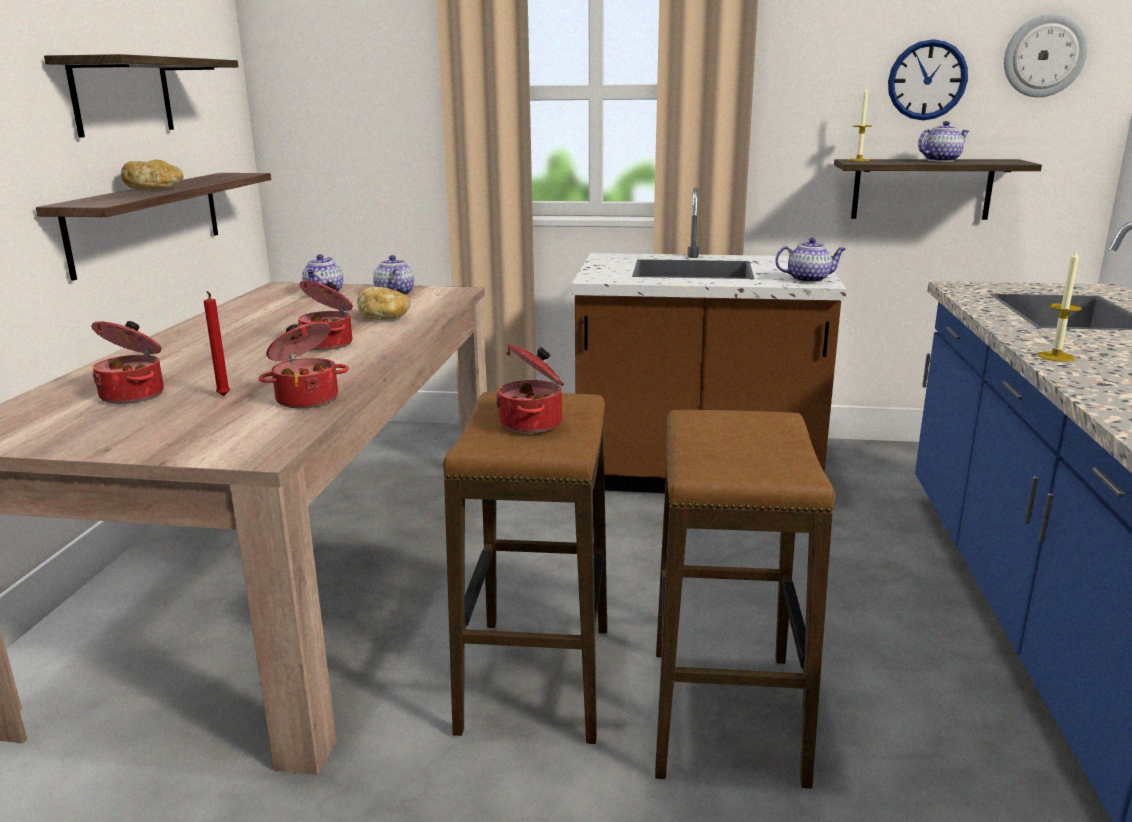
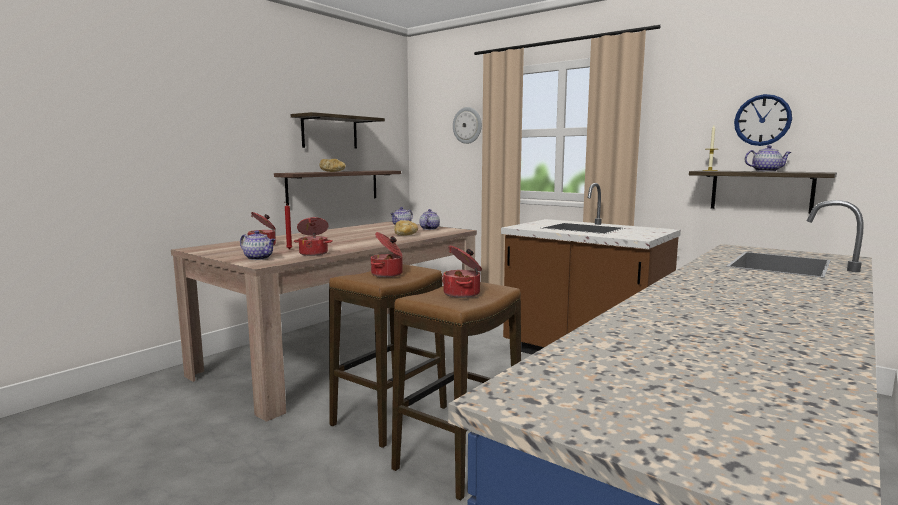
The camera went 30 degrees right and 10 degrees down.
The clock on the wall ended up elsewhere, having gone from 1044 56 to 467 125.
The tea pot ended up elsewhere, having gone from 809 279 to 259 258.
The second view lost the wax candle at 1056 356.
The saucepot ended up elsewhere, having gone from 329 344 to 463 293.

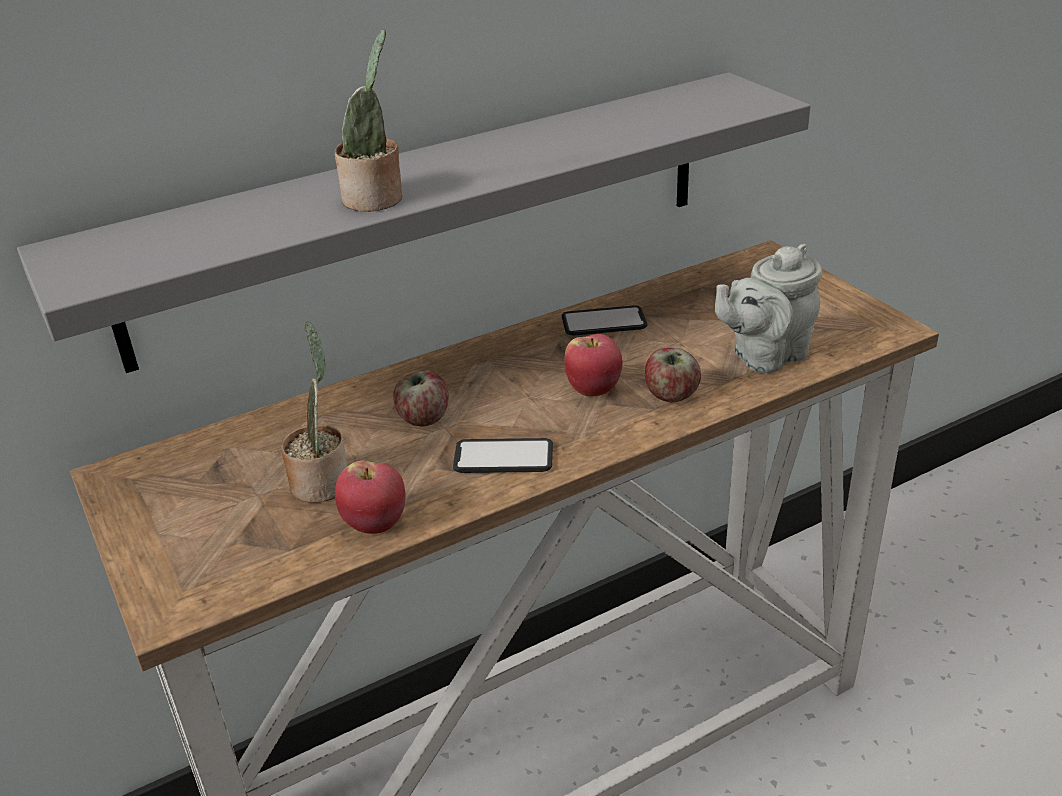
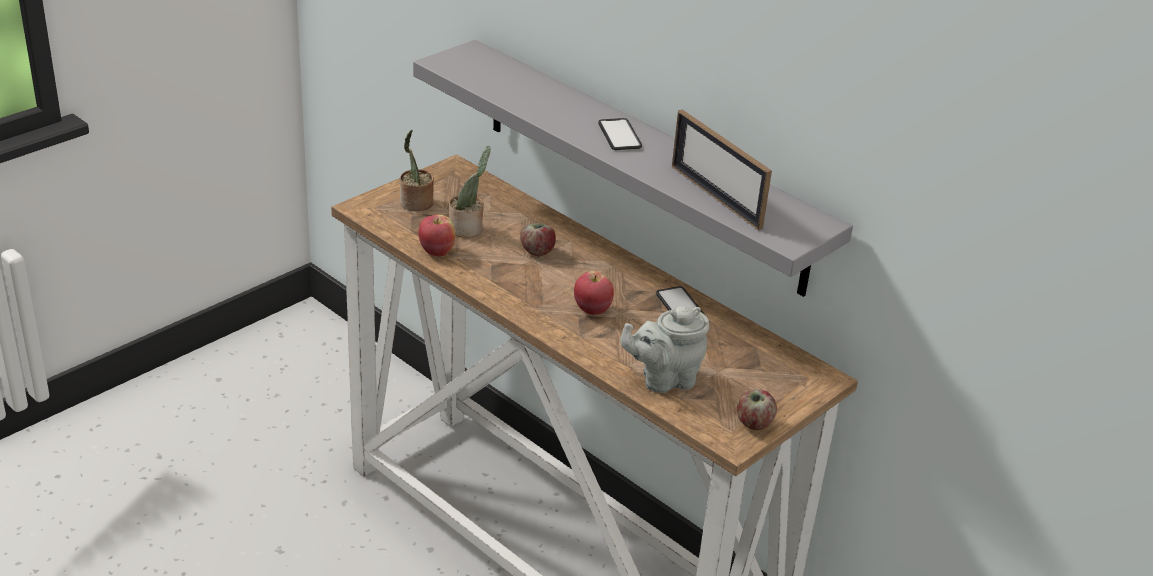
The camera went 70 degrees right and 0 degrees up.
The houseplant ended up elsewhere, having gone from 376 200 to 415 204.
The tea pot (greyish) at 765 356 ended up facing another way, 60 degrees counterclockwise from before.
The whole apple ended up elsewhere, having gone from 671 396 to 753 424.
The telephone ended up elsewhere, having gone from 503 457 to 619 135.
The second view gained the picture frame at 715 196.

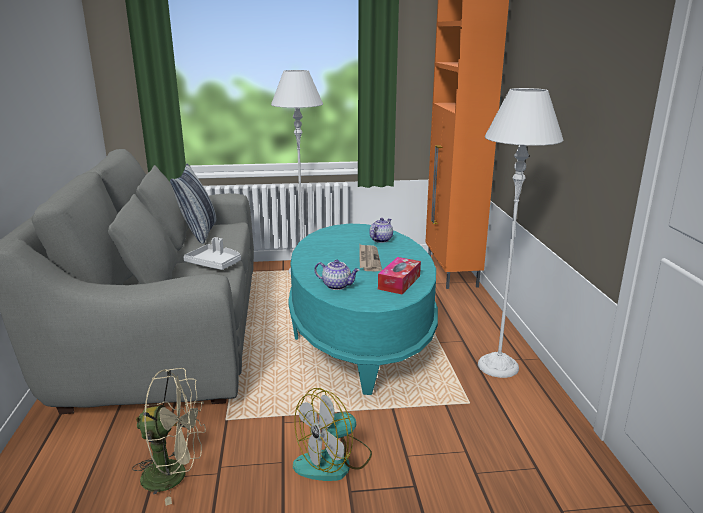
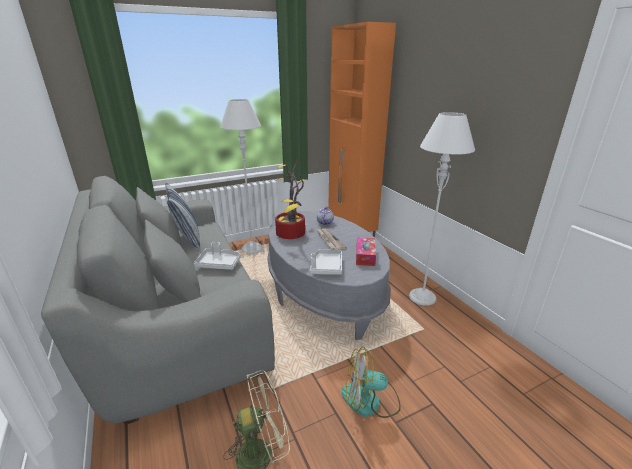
The camera went 20 degrees left and 5 degrees up.
What was the lounge table (blue-green) at 361 334 turned into the lounge table (greyish) at 323 291.
Where the tea pot stood at 337 286, the carrying tray (greyish) came to stand at 326 267.
The electric fan at 333 461 ended up facing another way, 60 degrees clockwise from before.
The second view gained the houseplant at 292 235.

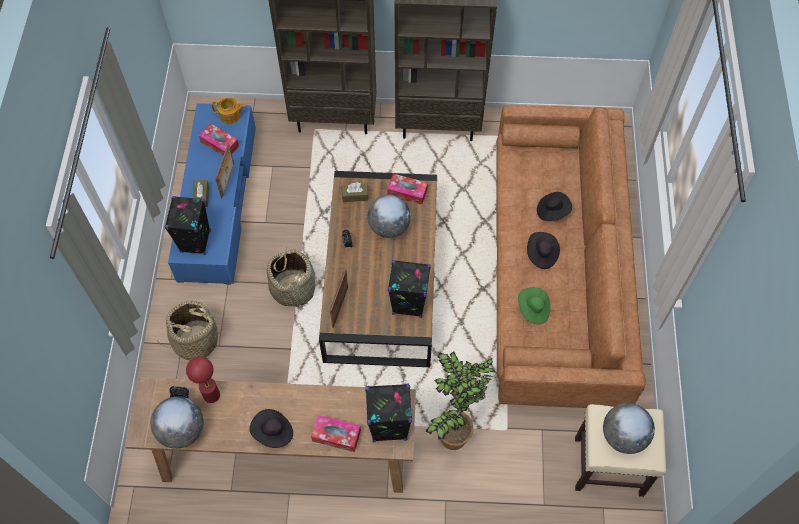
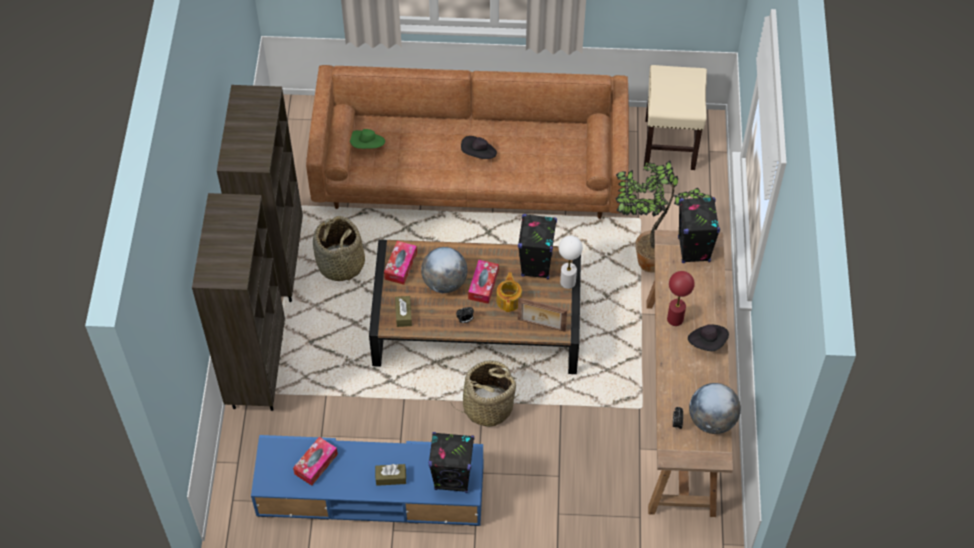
The camera went 90 degrees left and 5 degrees down.
The tea pot ended up elsewhere, having gone from 230 116 to 509 300.
The second view lost the picture frame at 228 180.
The second view lost the hat (black) at 552 211.
The hat (green-coloured) ended up elsewhere, having gone from 533 310 to 367 145.
The storage basket ended up elsewhere, having gone from 195 341 to 340 264.
The lamp for a table (red) ended up elsewhere, having gone from 211 395 to 675 319.
The second view lost the globe at 623 436.
The tissue holder ended up elsewhere, having gone from 336 435 to 483 285.
The second view gained the lamp for a table (white) at 568 282.

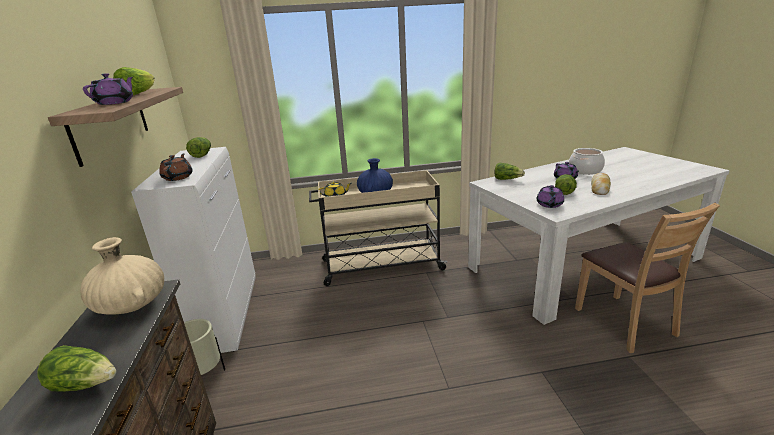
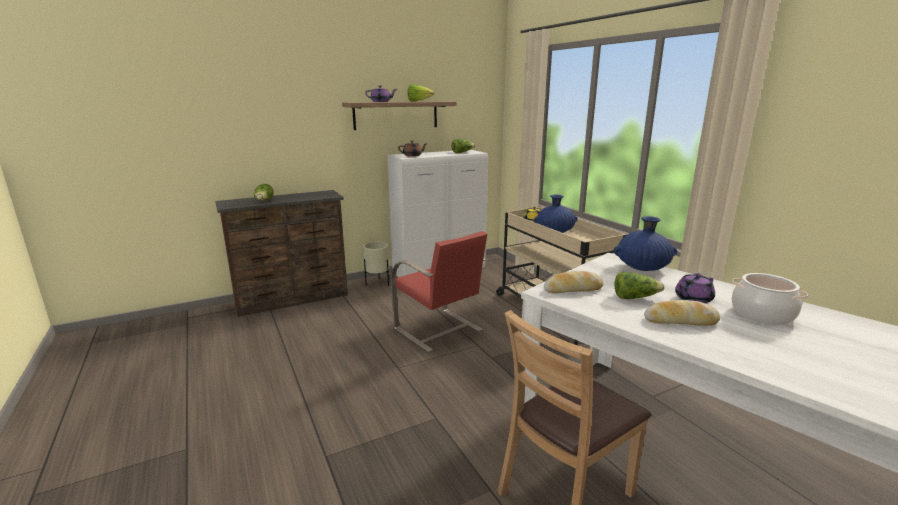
The camera went 70 degrees right and 5 degrees down.
Where the head of lettuce stood at 507 179, the decorative vase (bluish) came to stand at 642 268.
Where the tea pot (purple-coloured) stood at 549 205, the bakery bread came to stand at 573 289.
The second view lost the decorative vase (beige) at 131 305.
The second view gained the upright chair (red) at 439 330.

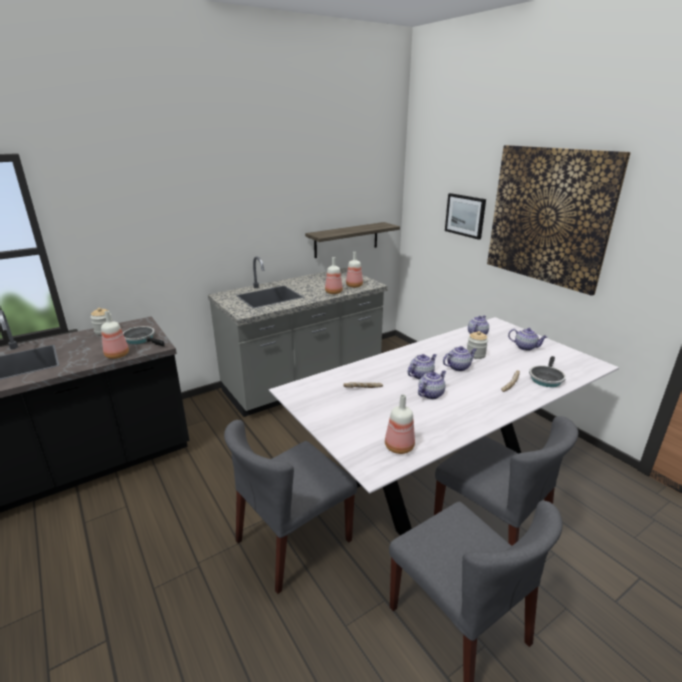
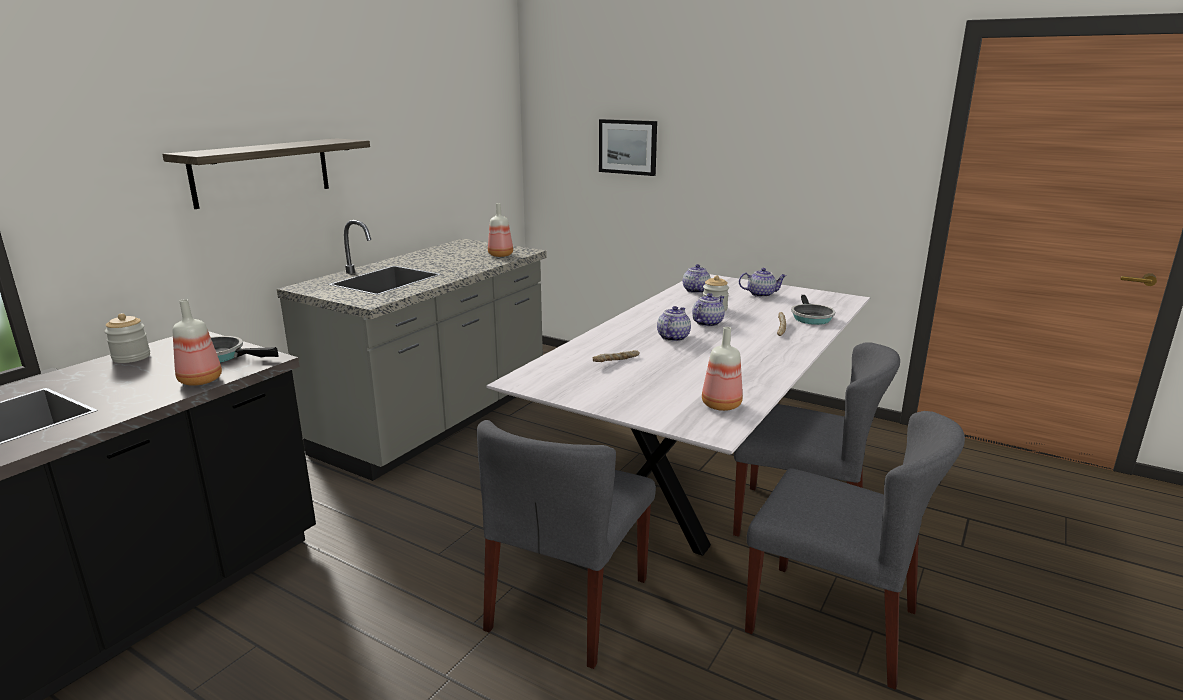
The camera went 25 degrees left and 5 degrees down.
The second view lost the picture at 549 216.
The shelf ended up elsewhere, having gone from 346 240 to 262 171.
The second view lost the drink bottle at 333 292.
The second view lost the tea pot at 431 394.

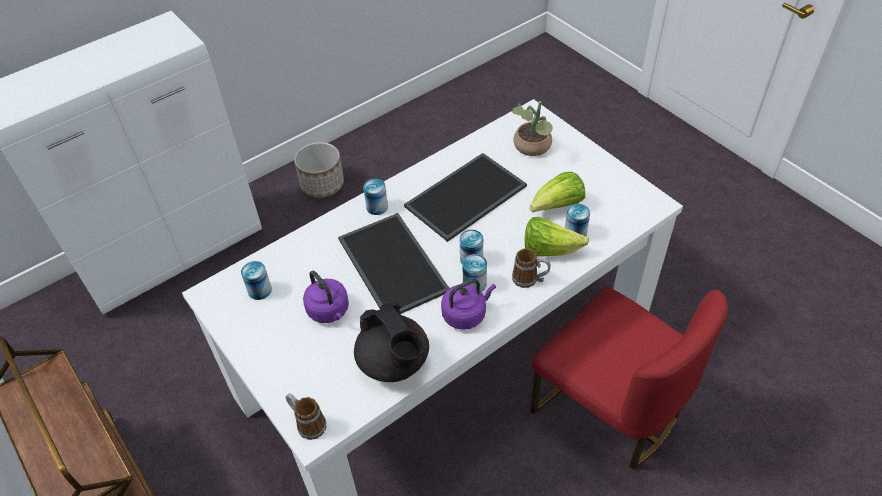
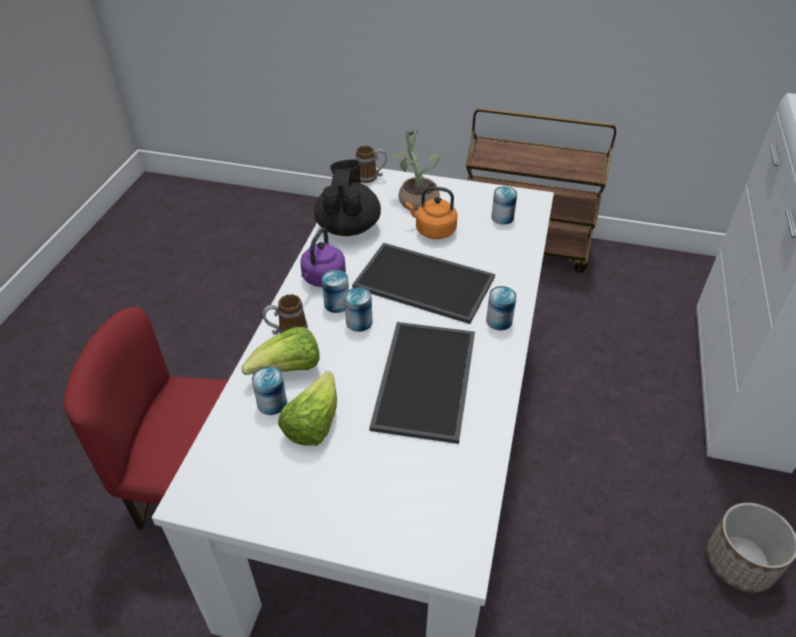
The camera went 140 degrees right and 5 degrees down.
The houseplant ended up elsewhere, having gone from 532 149 to 415 199.
What was the tea kettle (purple-coloured) at 329 311 turned into the tea kettle (orangey) at 433 230.
The tea pot (black) at 394 362 ended up facing another way, 75 degrees clockwise from before.

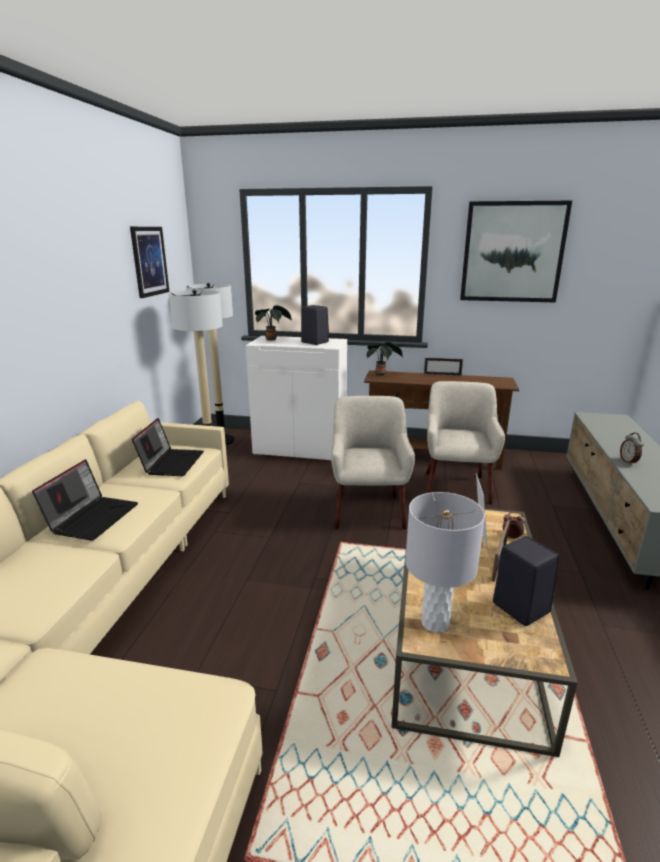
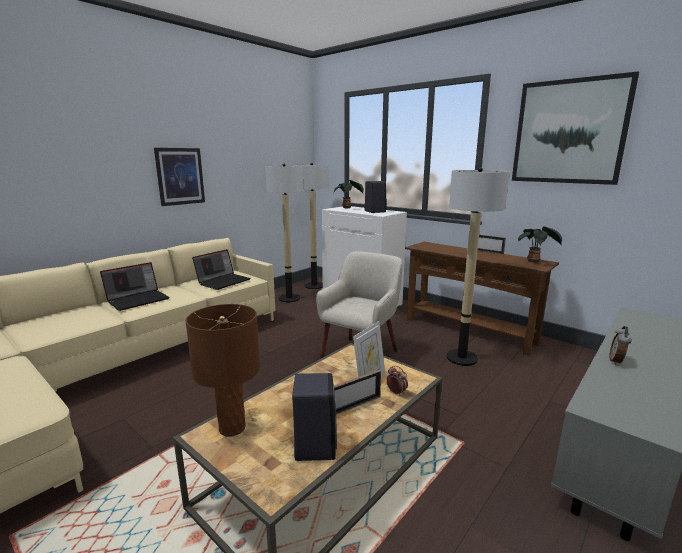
The camera went 30 degrees right and 5 degrees down.
The picture ended up elsewhere, having gone from 149 261 to 180 176.
The houseplant ended up elsewhere, having gone from 382 375 to 535 262.
Where the lounge chair (beige) stood at 456 487, the standard lamp came to stand at 462 358.
What was the lamp for a table (greyish) at 435 622 turned into the lamp for a table (brownish) at 232 427.

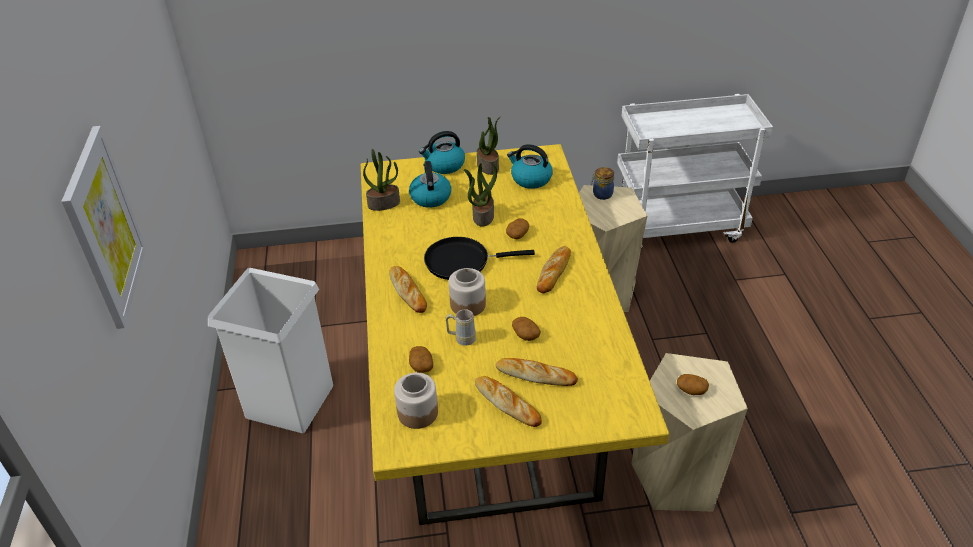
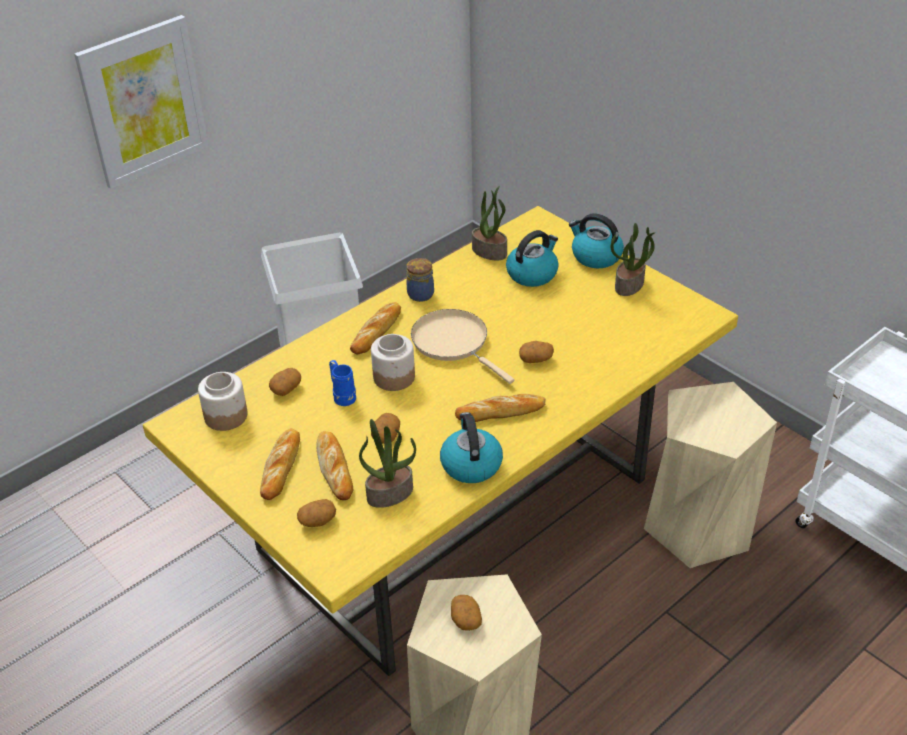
The camera went 55 degrees right and 0 degrees up.
The tea kettle ended up elsewhere, having gone from 530 179 to 470 464.
The houseplant ended up elsewhere, having gone from 482 216 to 390 493.
The storage jar ended up elsewhere, having gone from 601 194 to 420 293.
What was the frying pan (black) at 462 261 turned into the frying pan (beige) at 453 343.
What was the coffee mug (beige) at 461 339 turned into the coffee mug (bluish) at 342 396.
The second view gained the potato at 317 521.

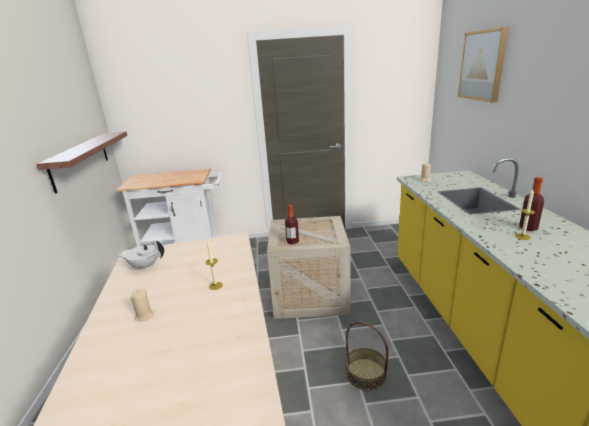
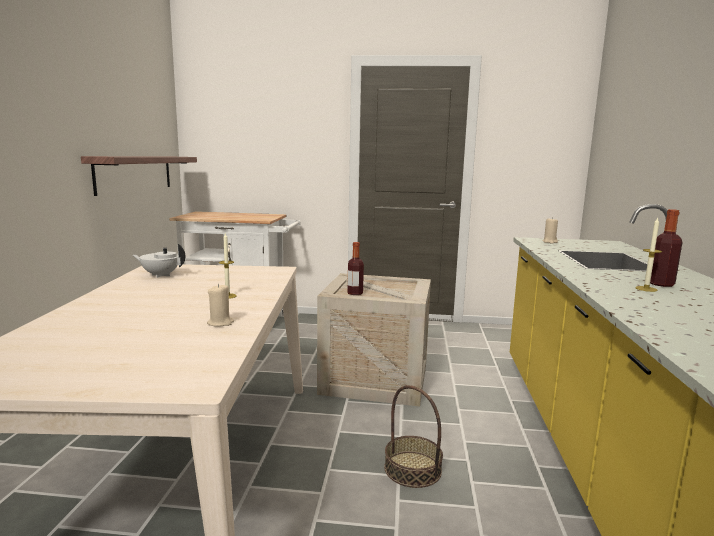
The camera went 10 degrees right and 10 degrees down.
The second view lost the picture at 482 65.
The wax candle (beige) ended up elsewhere, having gone from 145 316 to 220 323.

